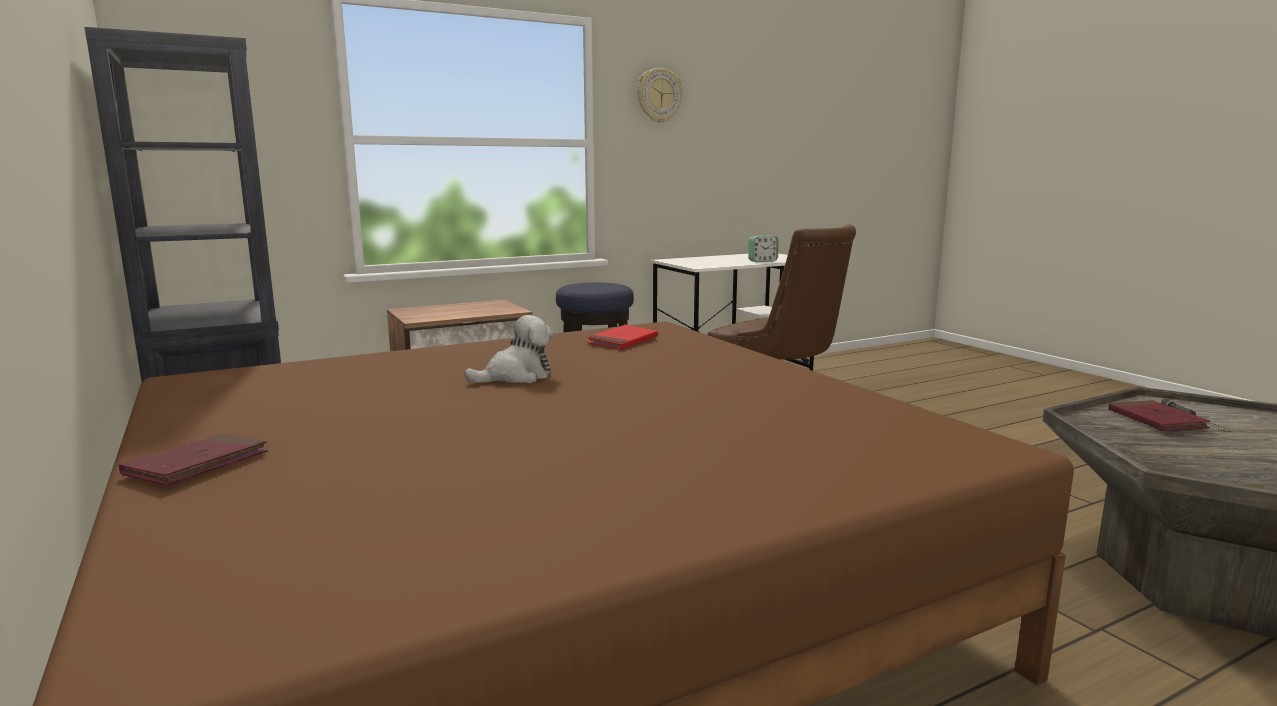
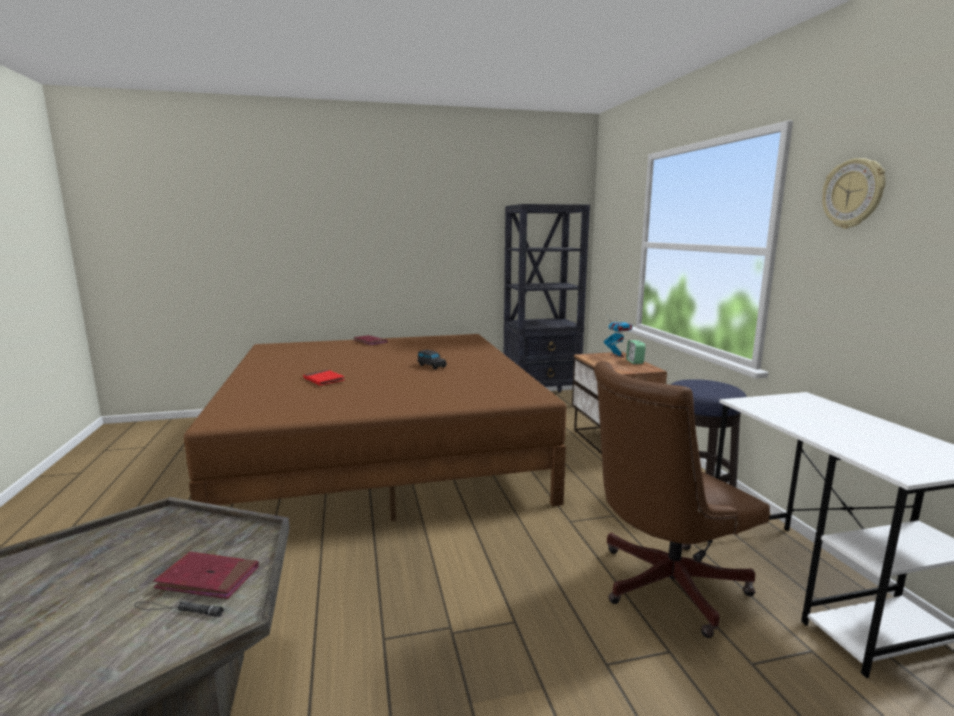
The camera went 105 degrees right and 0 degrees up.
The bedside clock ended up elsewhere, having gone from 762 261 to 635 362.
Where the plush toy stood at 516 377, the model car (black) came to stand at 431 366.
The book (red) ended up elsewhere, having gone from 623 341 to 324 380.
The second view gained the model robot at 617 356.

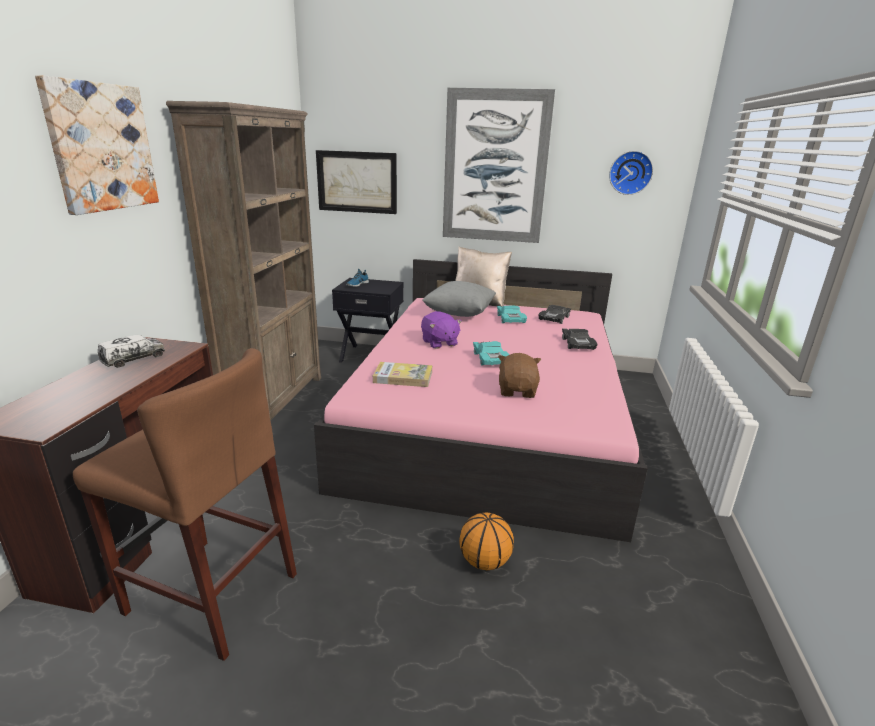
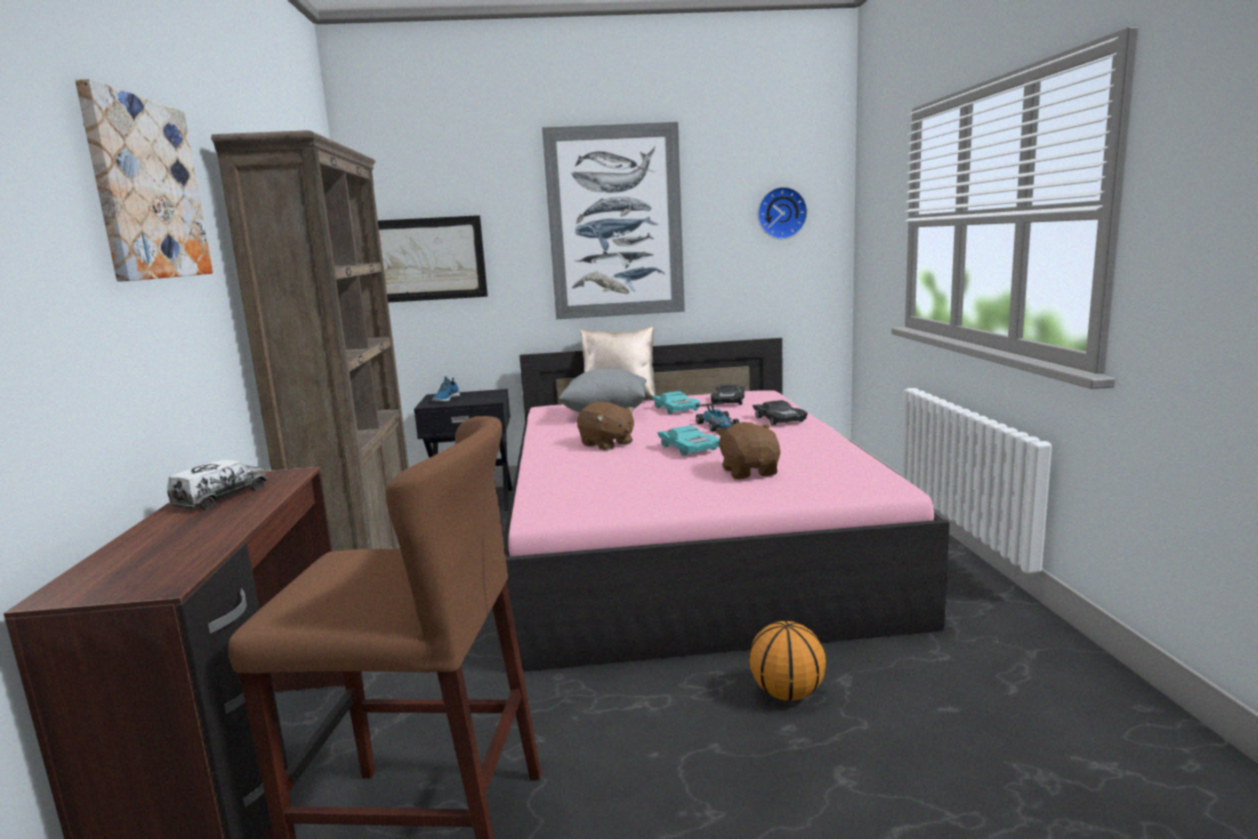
The camera went 15 degrees left and 10 degrees down.
What was the plush toy (purple-coloured) at 439 343 turned into the plush toy (brownish) at 606 444.
The second view lost the book at 403 377.
The second view gained the model car at 718 426.

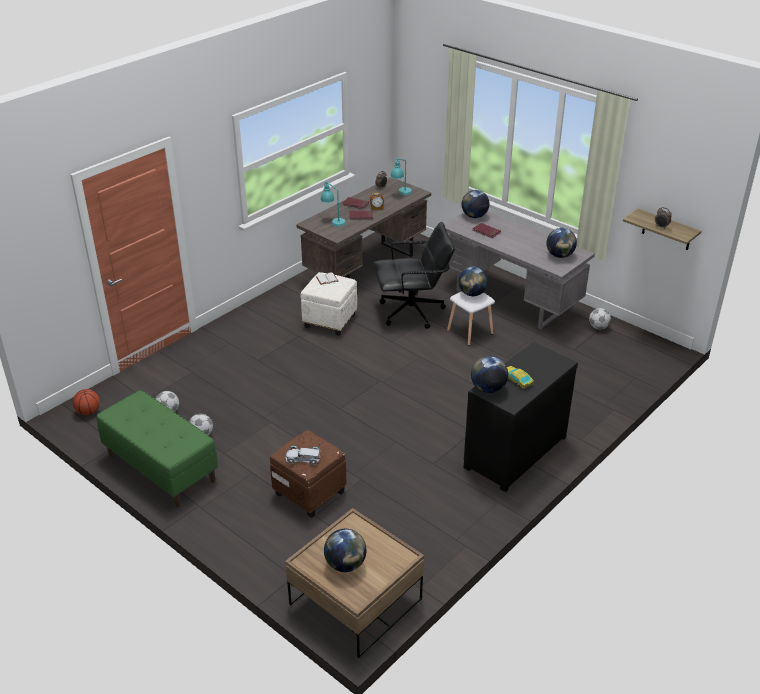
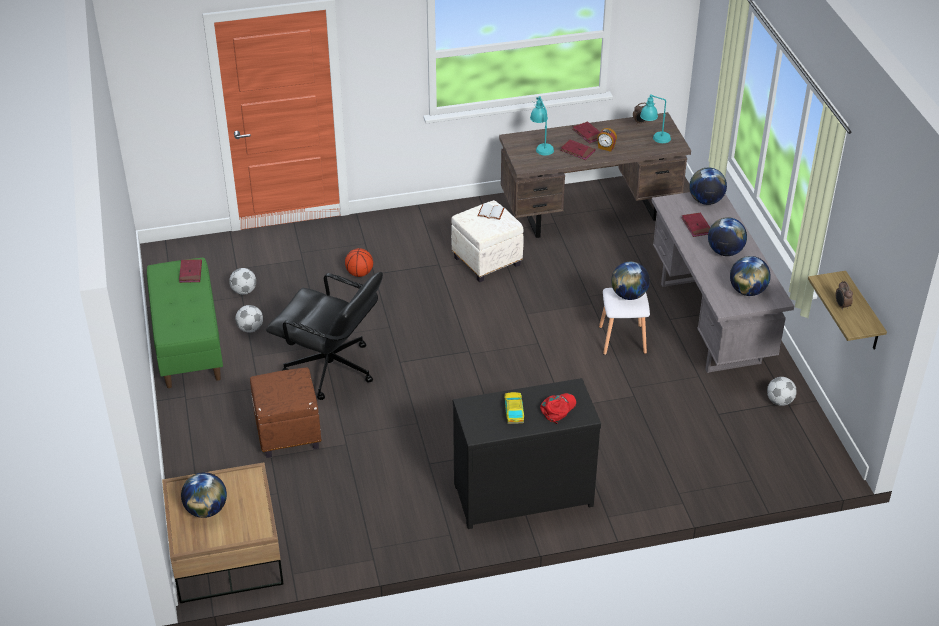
The camera went 35 degrees right and 5 degrees up.
The desk chair (black) ended up elsewhere, having gone from 412 312 to 331 370.
The globe ended up elsewhere, having gone from 488 389 to 725 252.
The basketball ended up elsewhere, having gone from 88 412 to 359 273.
The second view lost the model car (white) at 303 457.
The second view gained the book (red) at 190 272.
The second view gained the baseball cap (red) at 558 409.

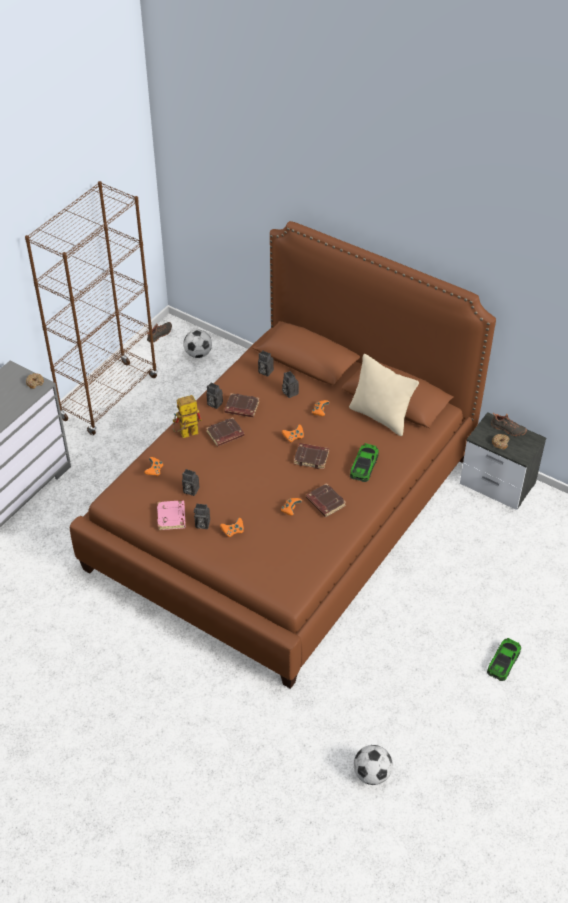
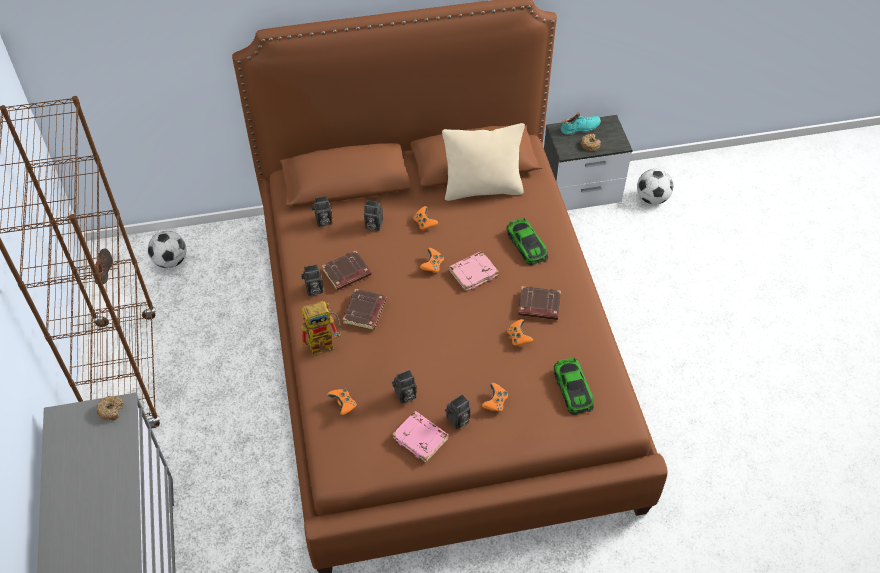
The camera went 45 degrees left and 5 degrees up.
The model robot at 185 435 ended up facing another way, 135 degrees counterclockwise from before.
What was the shoe (black) at 507 429 turned into the shoe (blue-green) at 580 128.
What was the book (brownish) at 312 457 turned into the book (pinkish) at 473 272.
The model car ended up elsewhere, having gone from 503 662 to 573 389.
The football ended up elsewhere, having gone from 372 774 to 652 198.

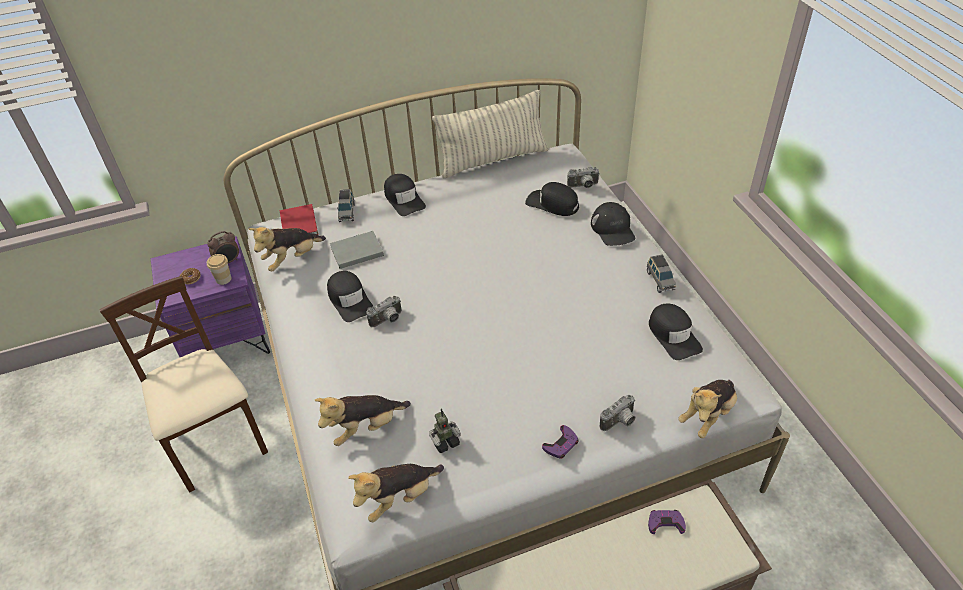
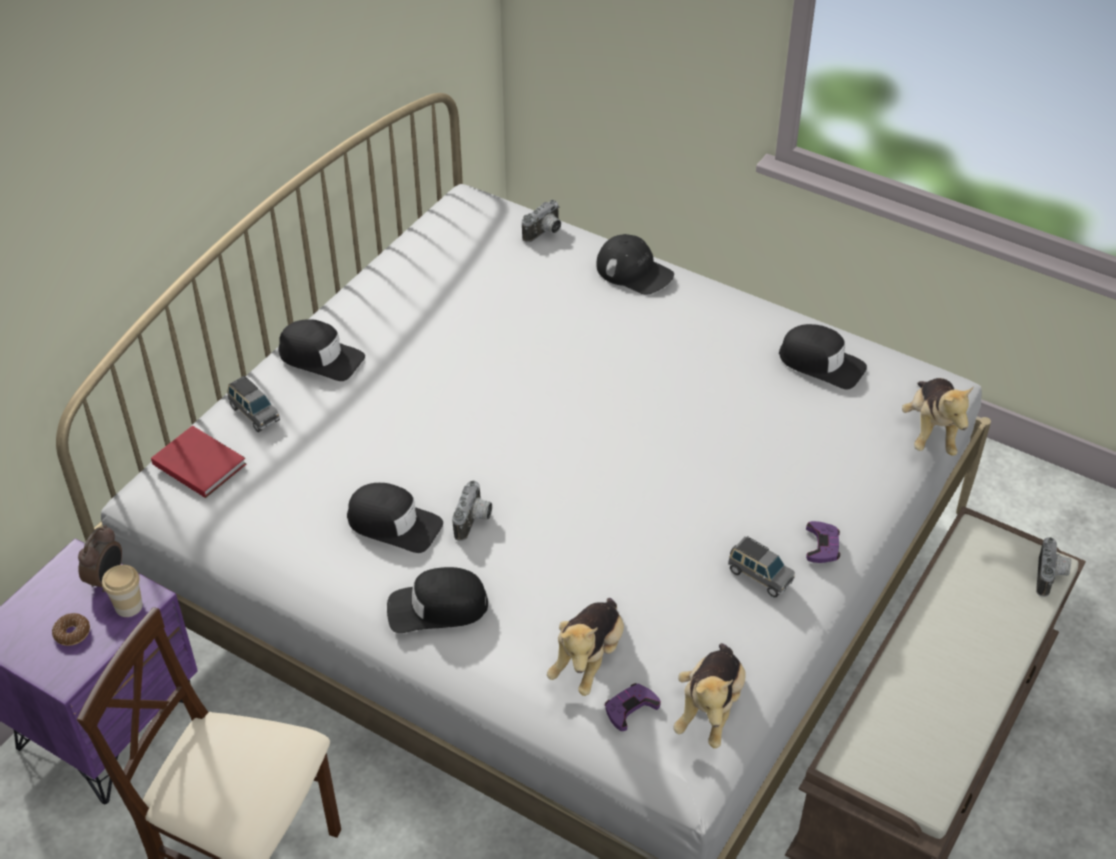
The camera went 40 degrees left and 0 degrees up.
The second view lost the pillow at 493 159.
The baseball cap (black) ended up elsewhere, having gone from 552 204 to 437 608.
The second view lost the plush toy at 292 259.
The second view lost the book (greyish) at 355 251.
The model car (greyish) ended up elsewhere, having gone from 660 280 to 759 576.
The still camera ended up elsewhere, having gone from 620 422 to 1050 577.
The second view lost the model robot at 444 441.
The gamepad (purple-coloured) ended up elsewhere, having gone from 665 523 to 630 708.

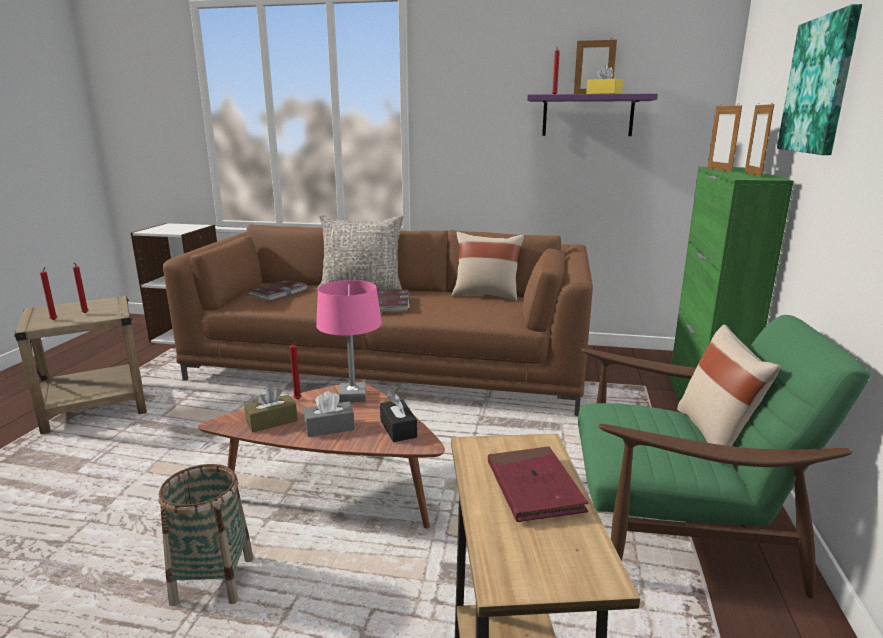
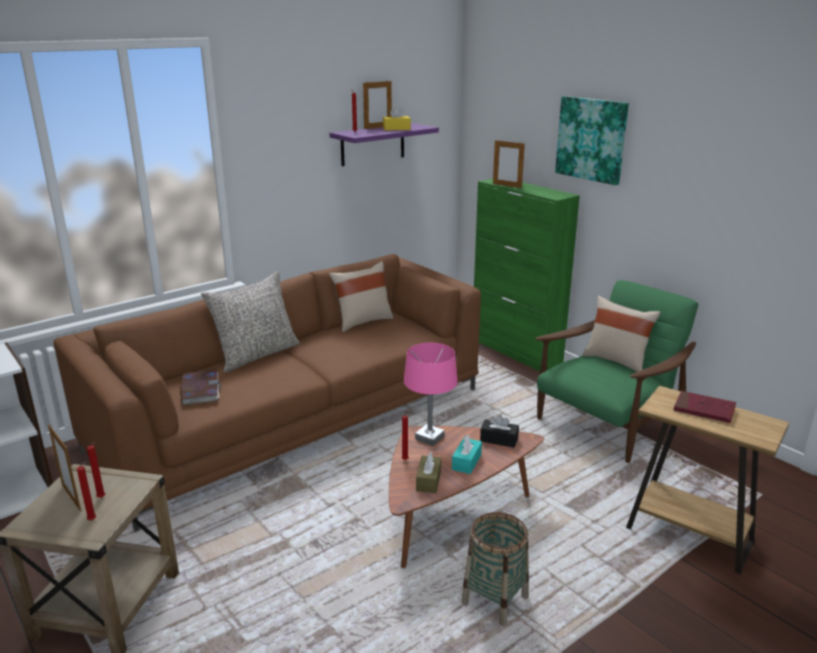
The camera went 50 degrees left and 5 degrees up.
The picture frame ended up elsewhere, having gone from 753 174 to 71 498.
The second view lost the book at 391 303.
What was the tissue holder (greyish) at 329 427 turned into the tissue holder (blue-green) at 466 462.

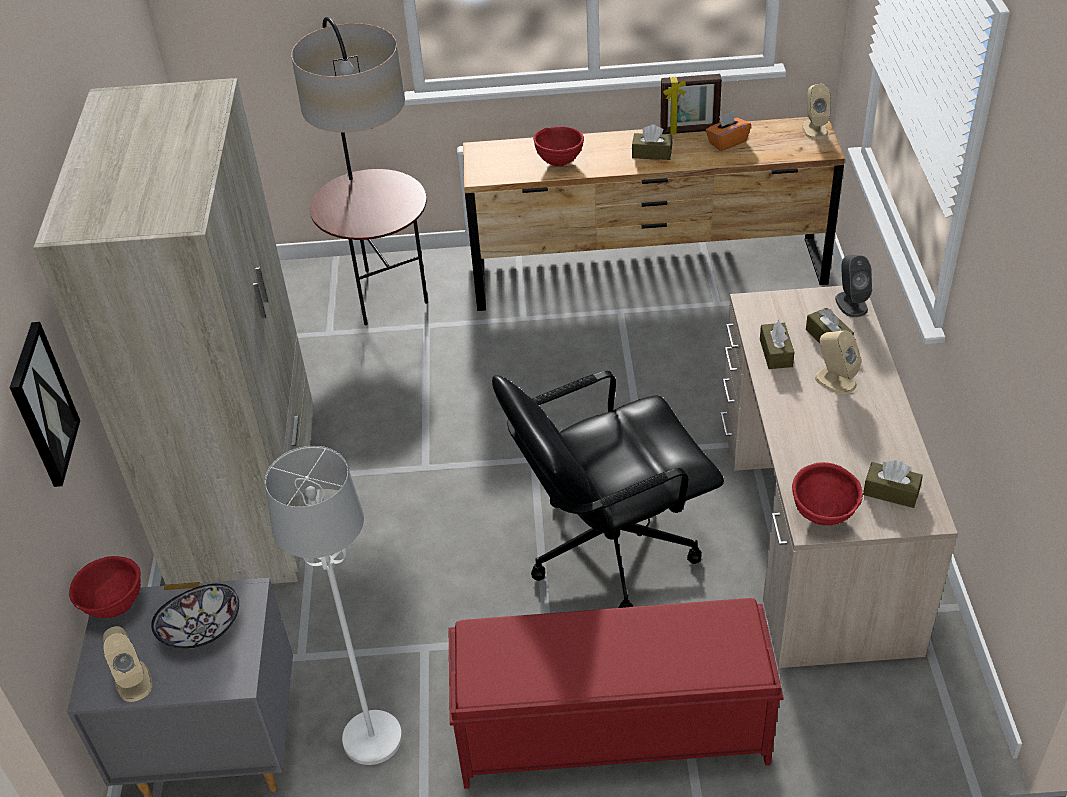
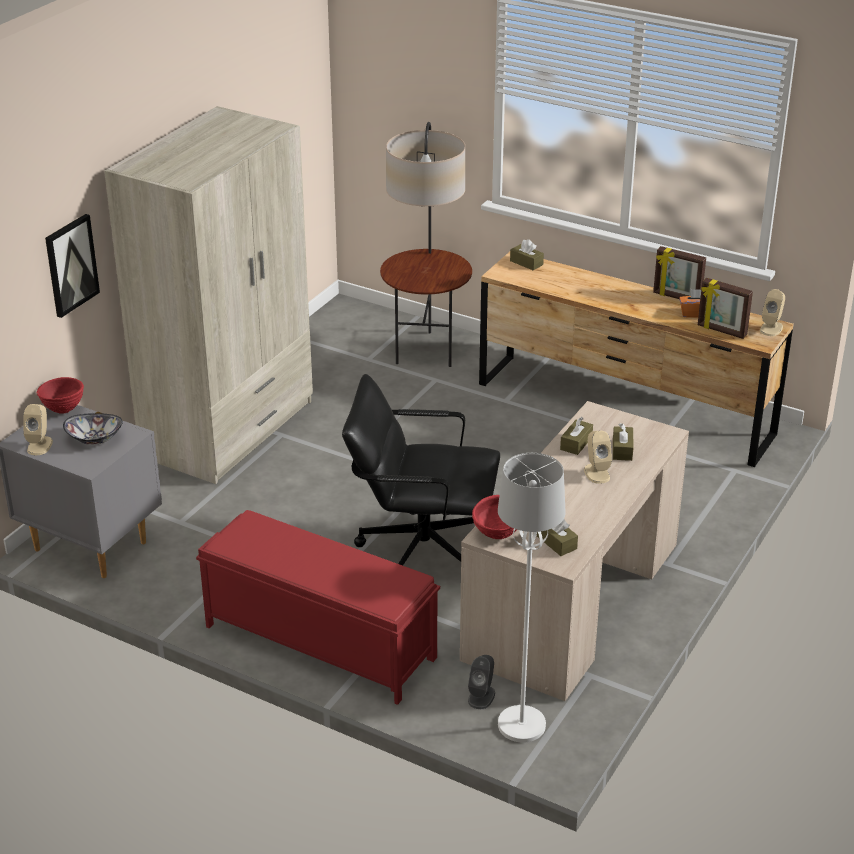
The camera went 30 degrees right and 10 degrees down.
The tissue holder (brownish) ended up elsewhere, having gone from 652 153 to 526 263.
The second view lost the deep dish (red) at 559 162.
The audio speaker (greyish) ended up elsewhere, having gone from 851 303 to 481 696.
The standard lamp (white) ended up elsewhere, having gone from 372 739 to 521 725.
The second view gained the picture frame at 721 331.

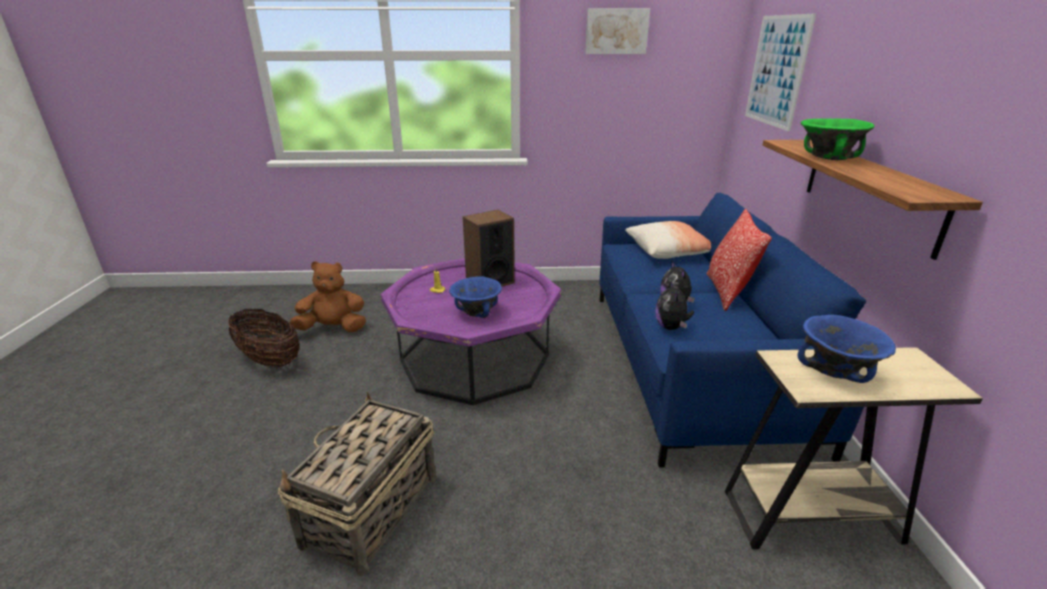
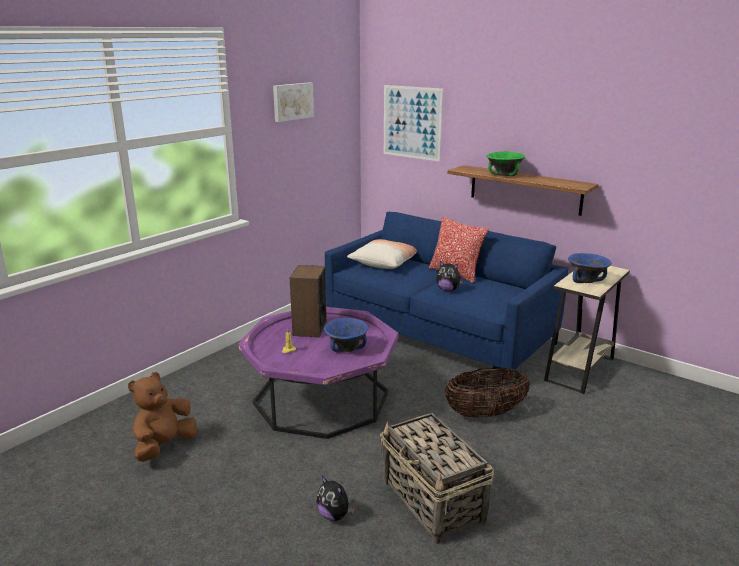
The camera went 50 degrees left and 5 degrees down.
The plush toy ended up elsewhere, having gone from 671 327 to 334 515.
The storage basket ended up elsewhere, having gone from 270 360 to 485 413.

